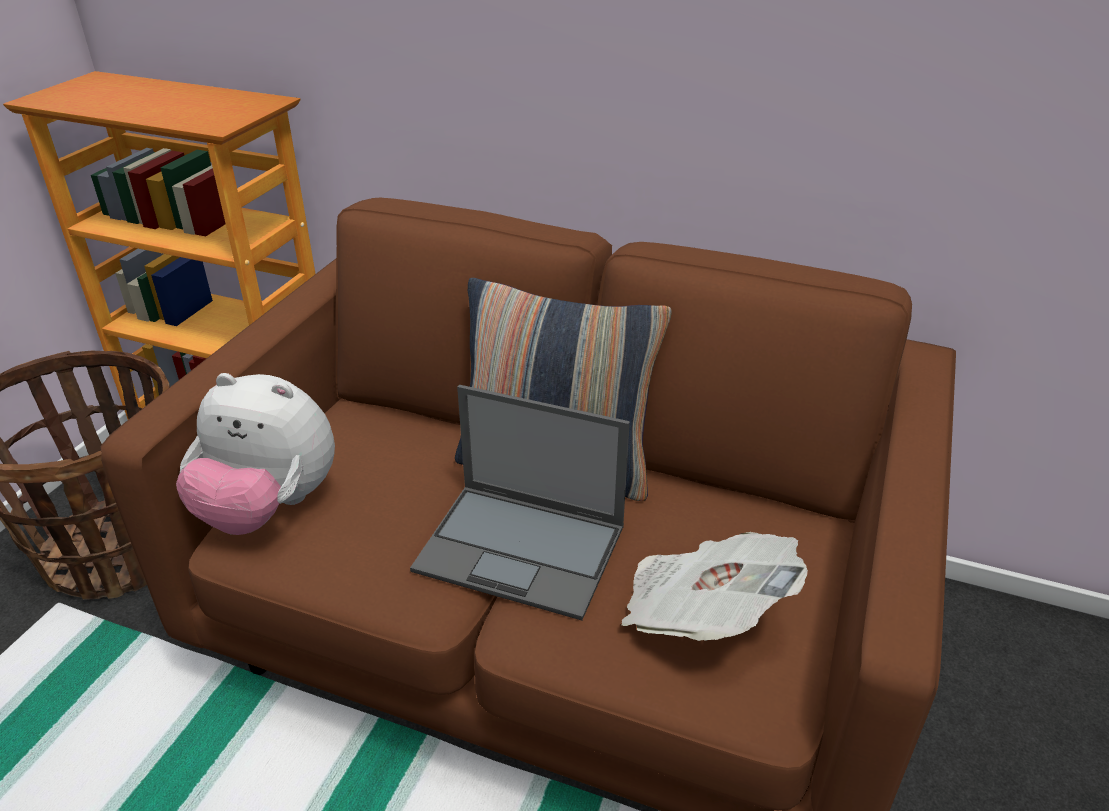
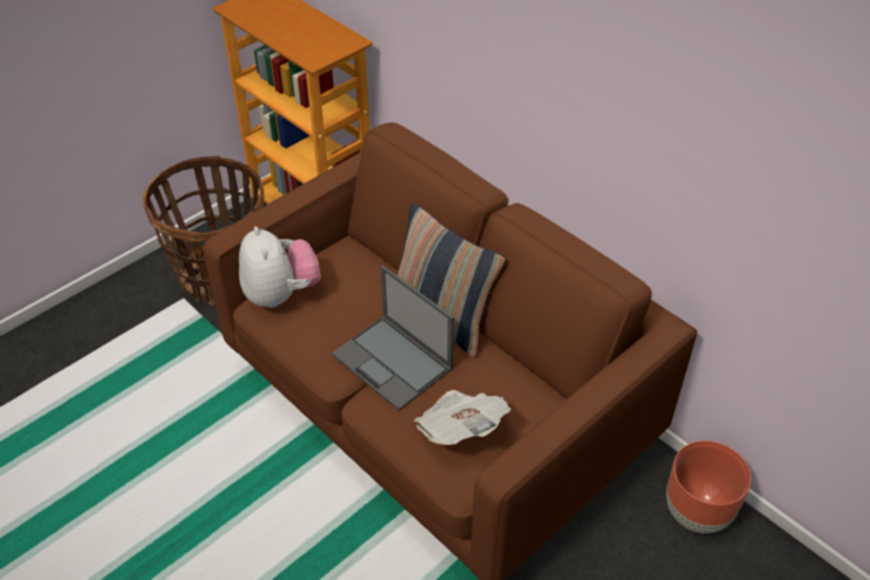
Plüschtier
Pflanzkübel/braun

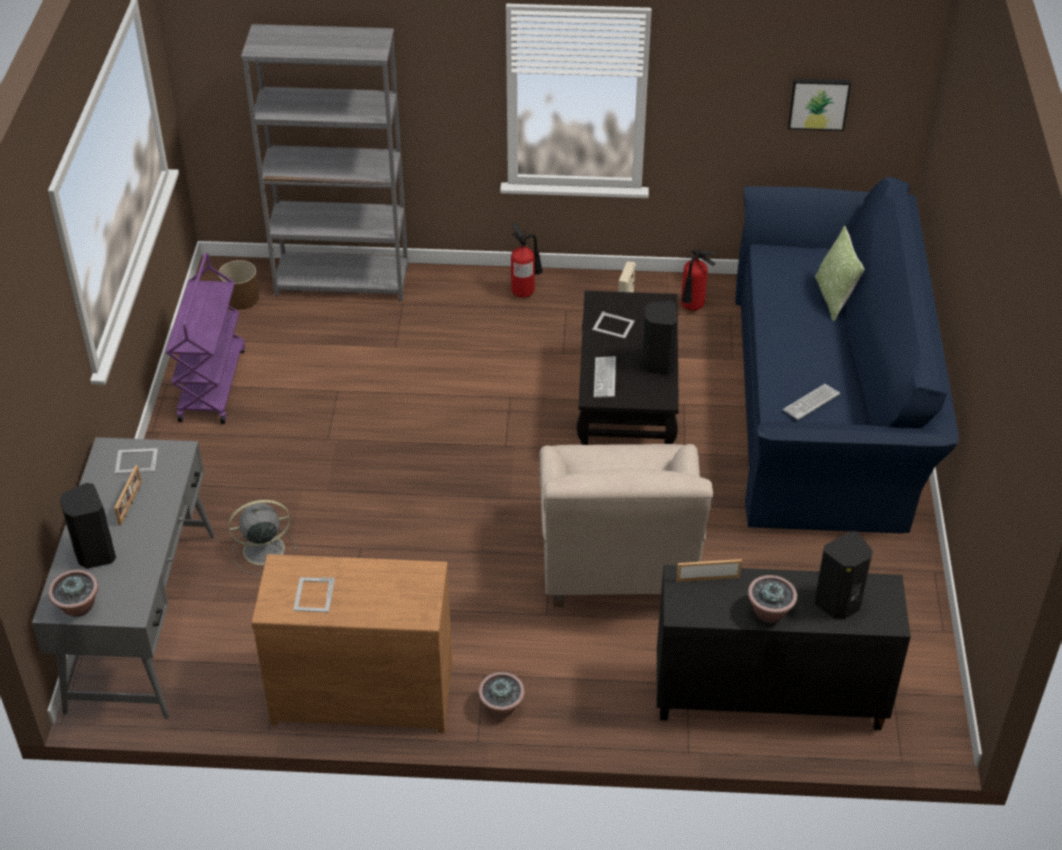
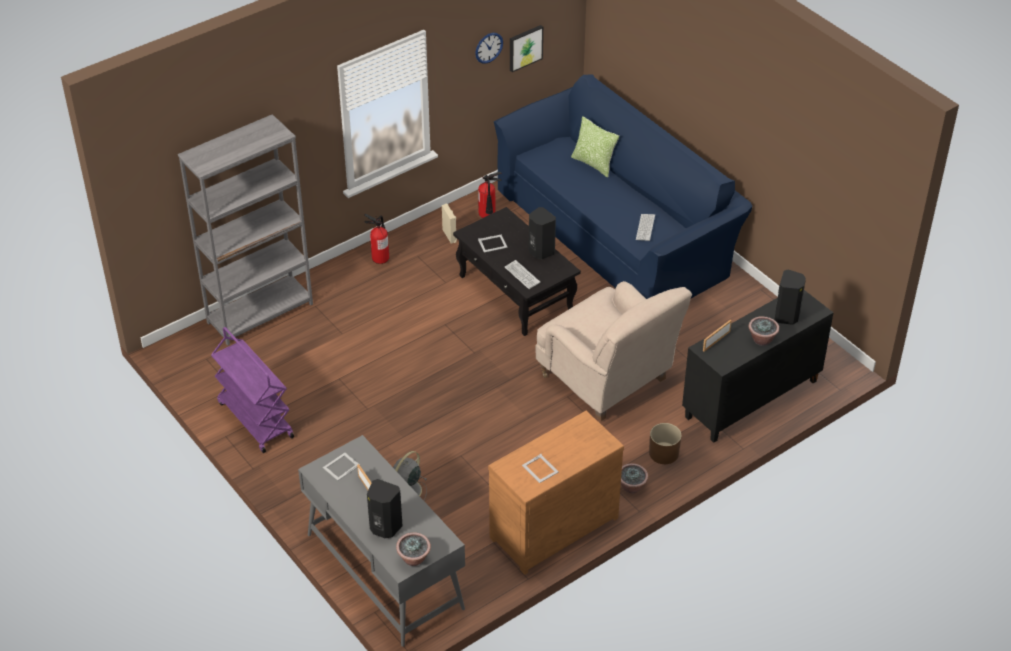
Wanduhr
Pflanzkübel/braun

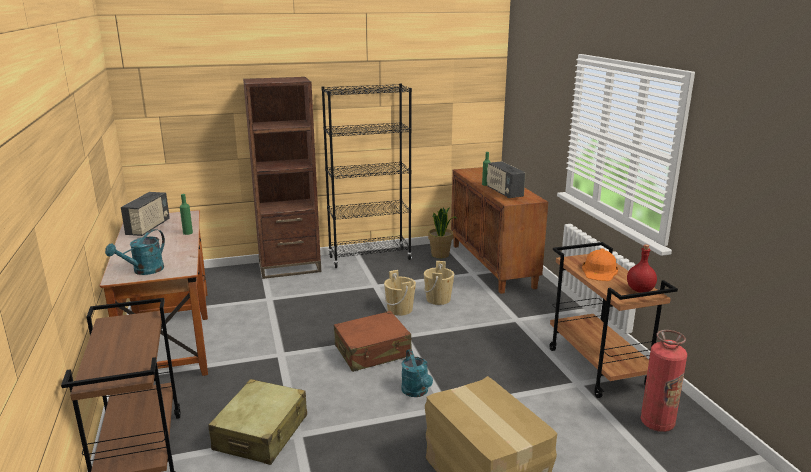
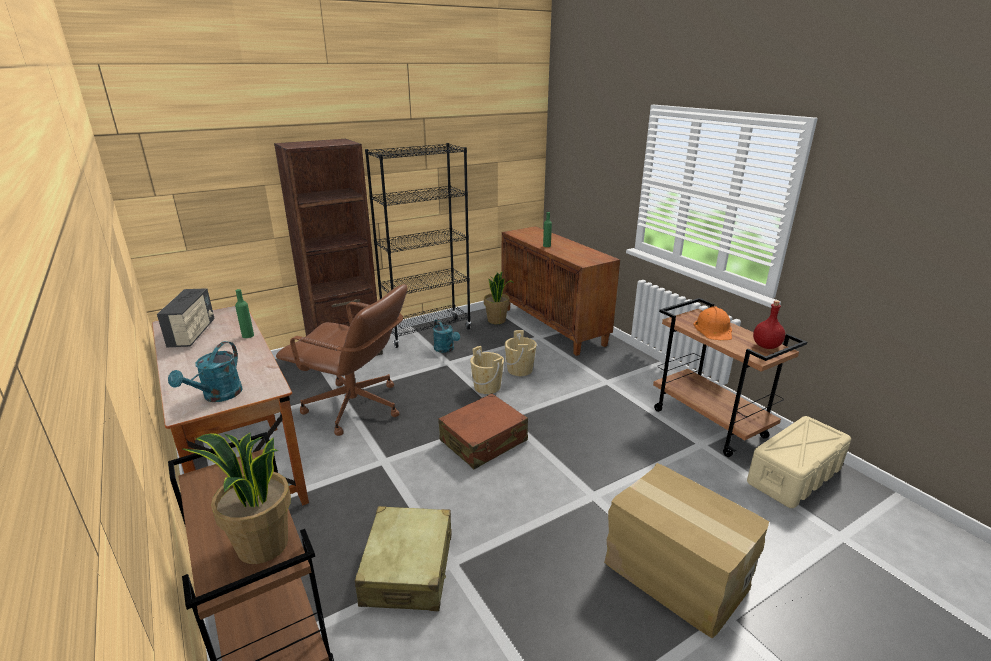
Topfpflanze (no. 1 from left)
Bürostuhl/braun
Gießkanne/türkis (no. 2 from left)
Aufbewahrungsbox/beige
Radio (no. 2 from left in the first image)

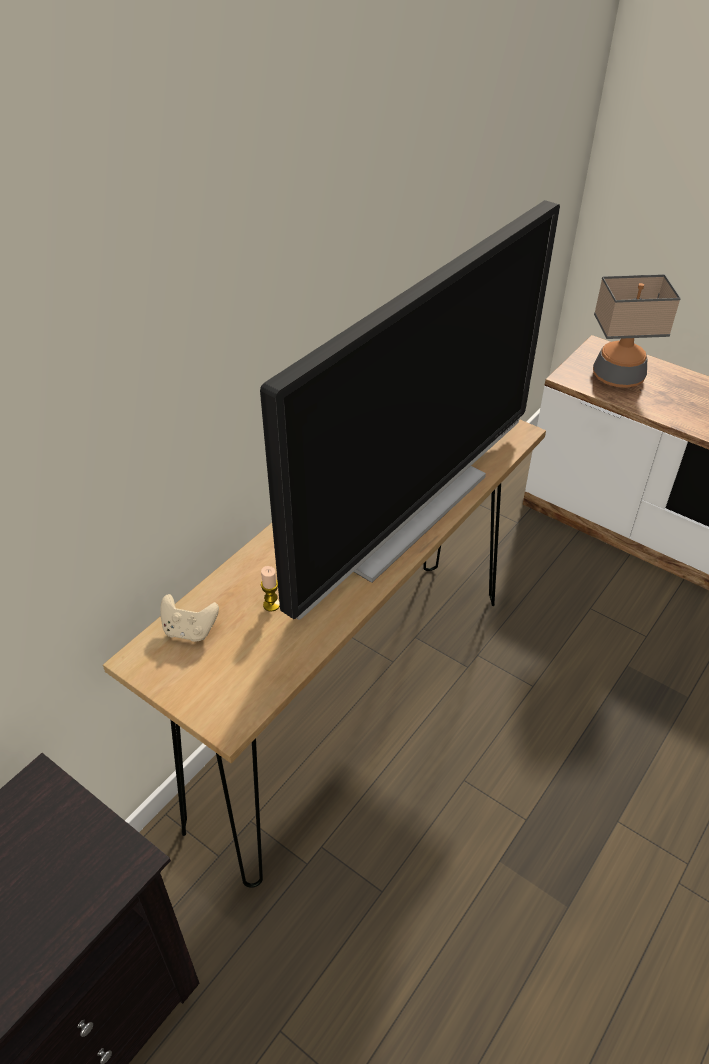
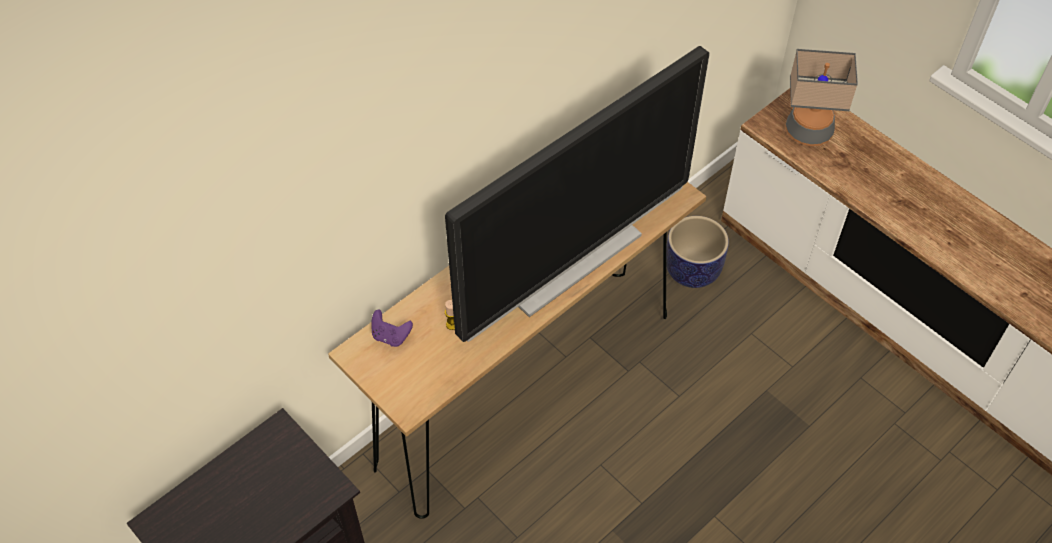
Gamepad/lila
Pflanzkübel

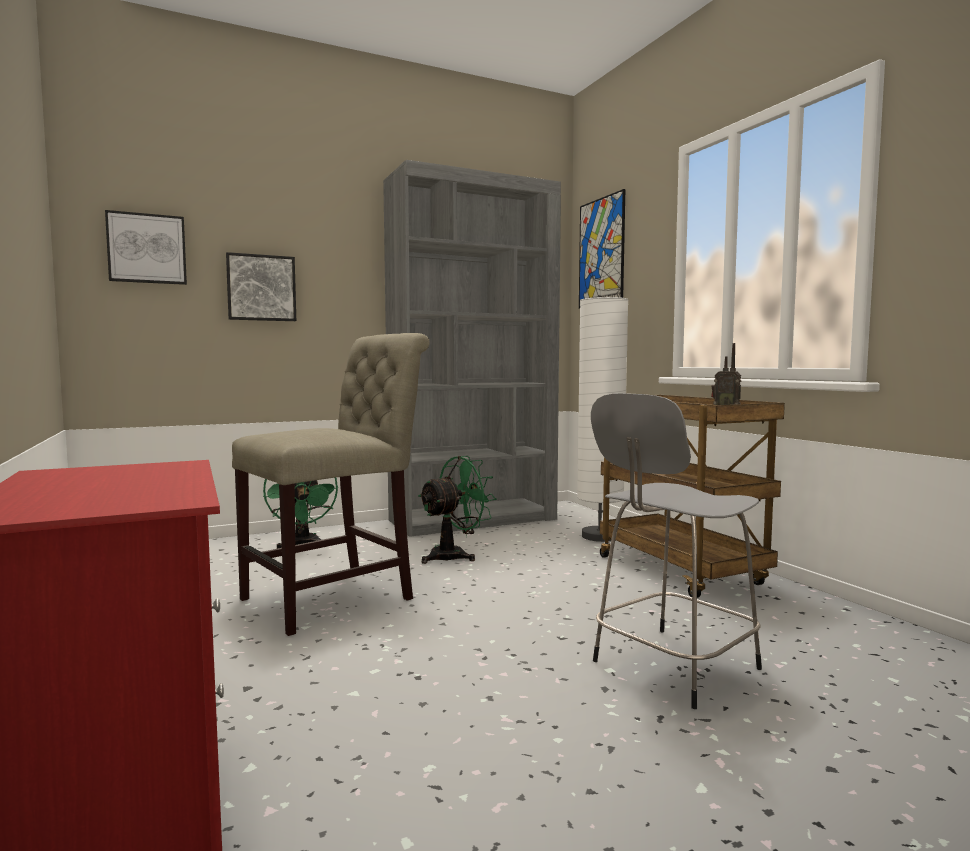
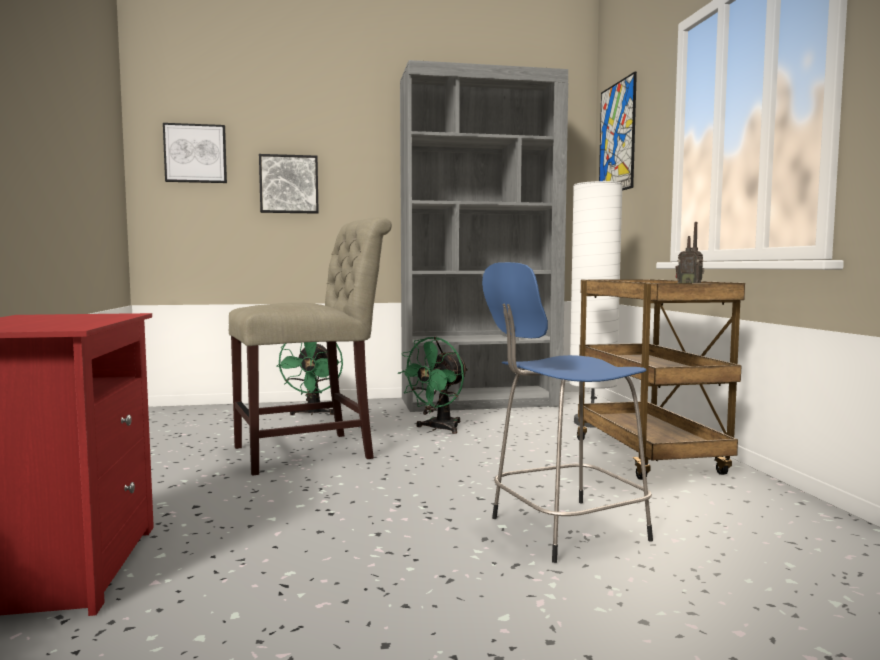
Ventilator/grün (no. 2 from left)
Hocker/blau

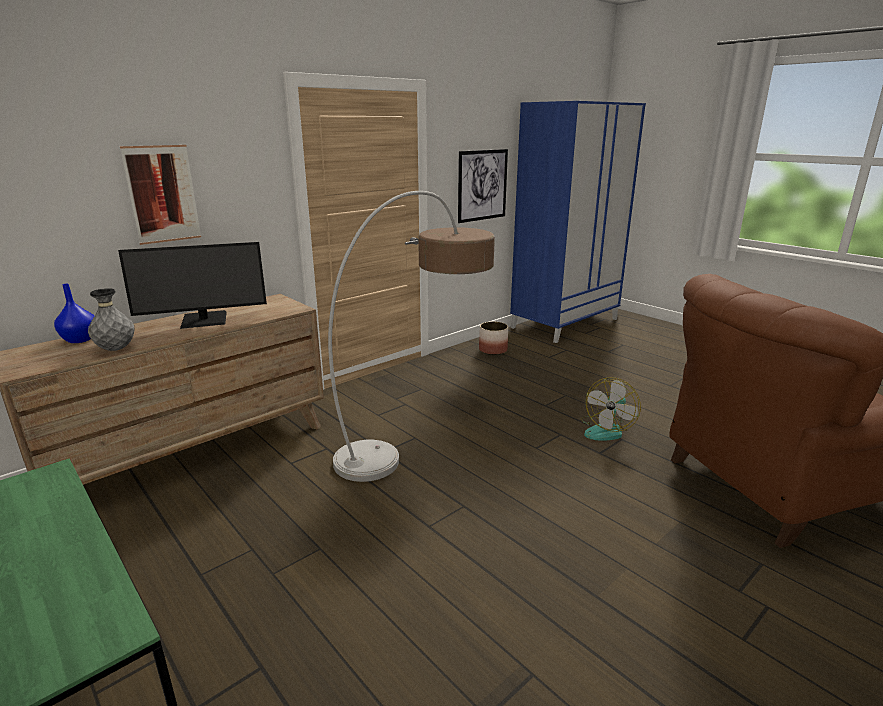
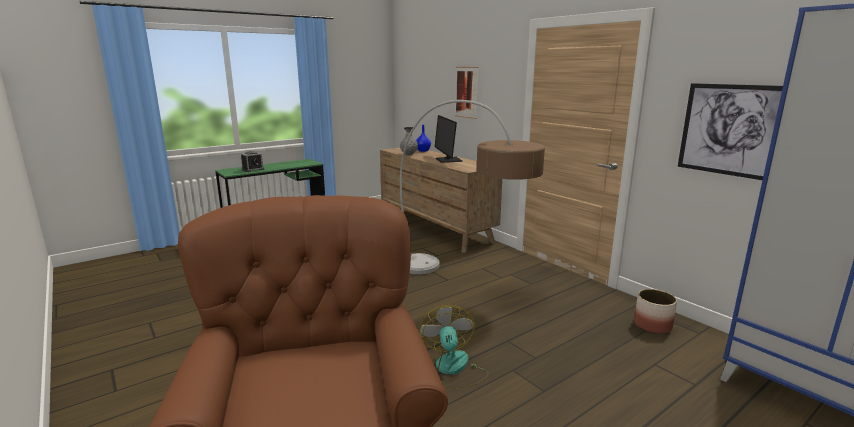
Wecker
Ventilator

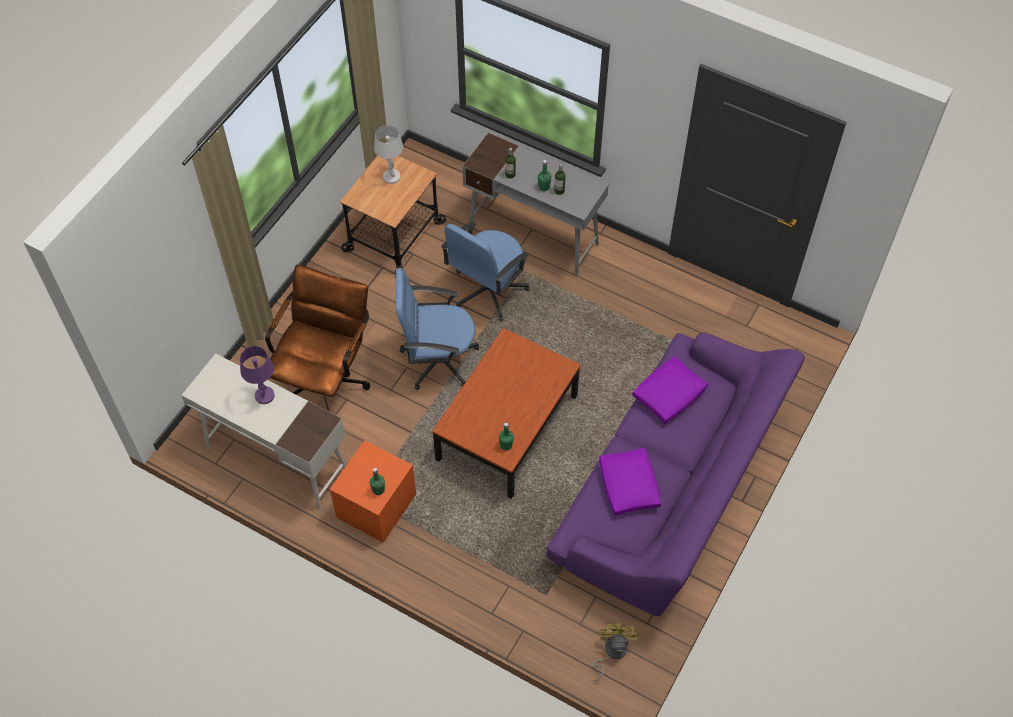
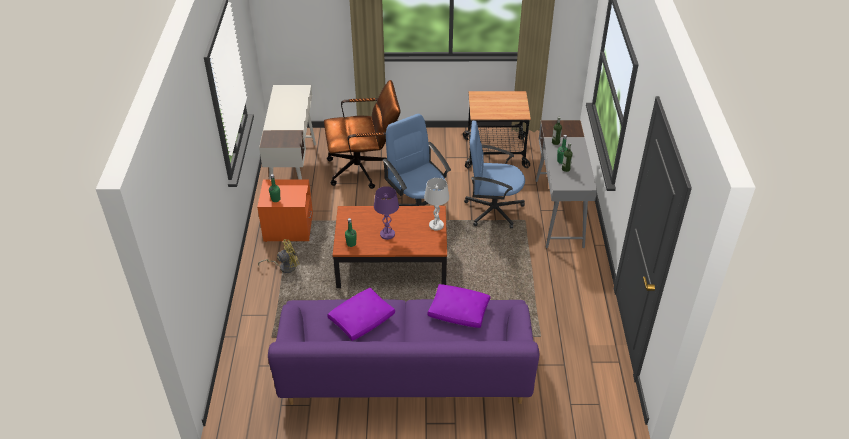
Ventilator/gelb
Tischlampe/lila
Tischlampe/weiß

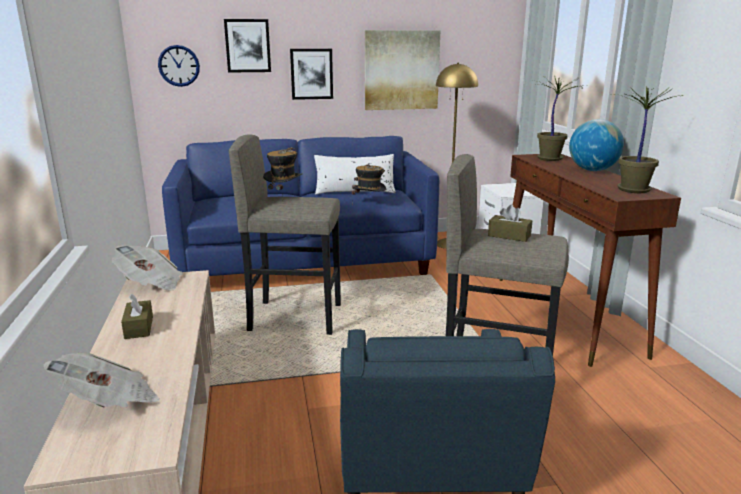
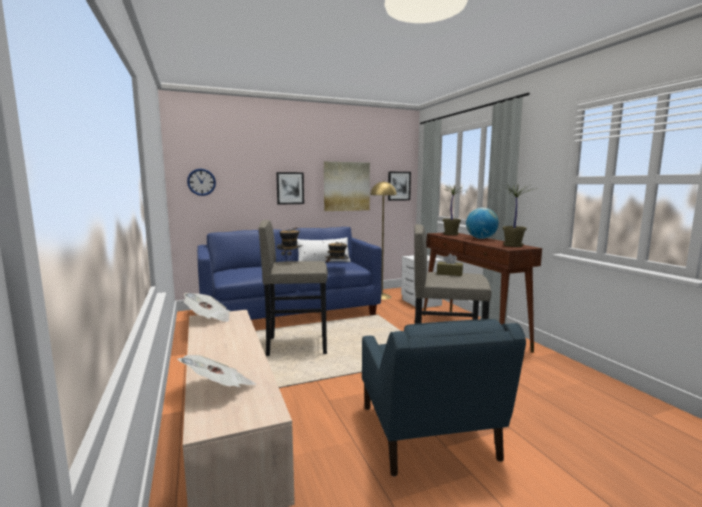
Bild (no. 3 from left)
Taschentuchbox/braun (no. 1 from left in the first image)

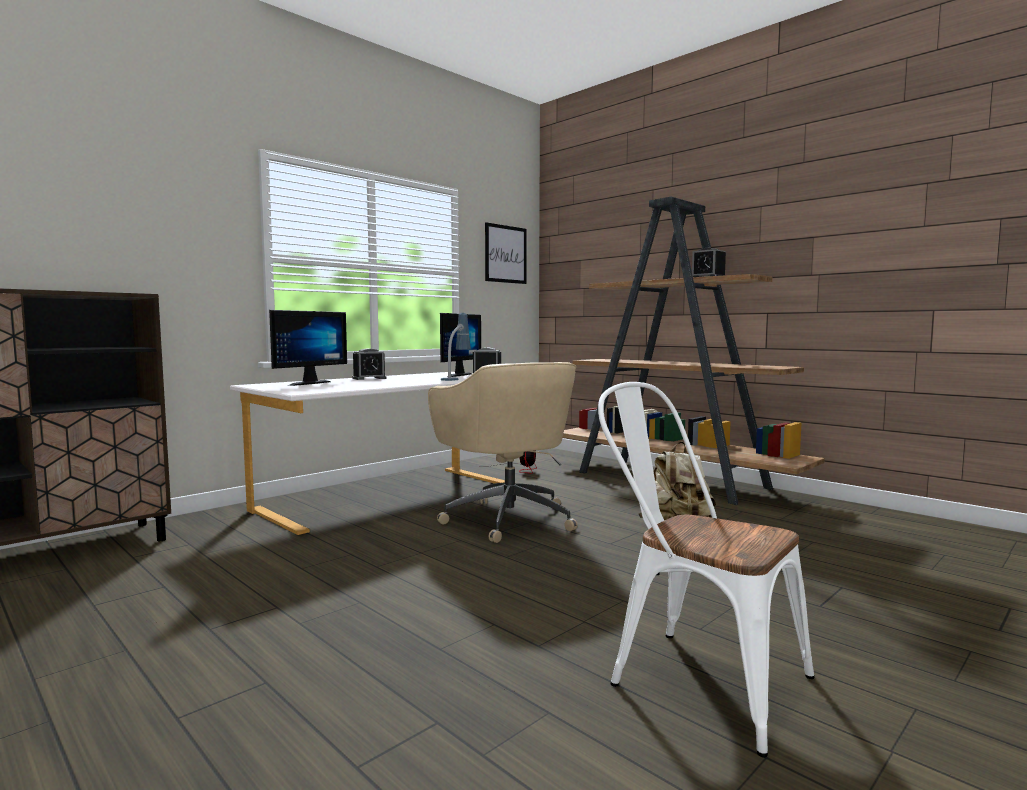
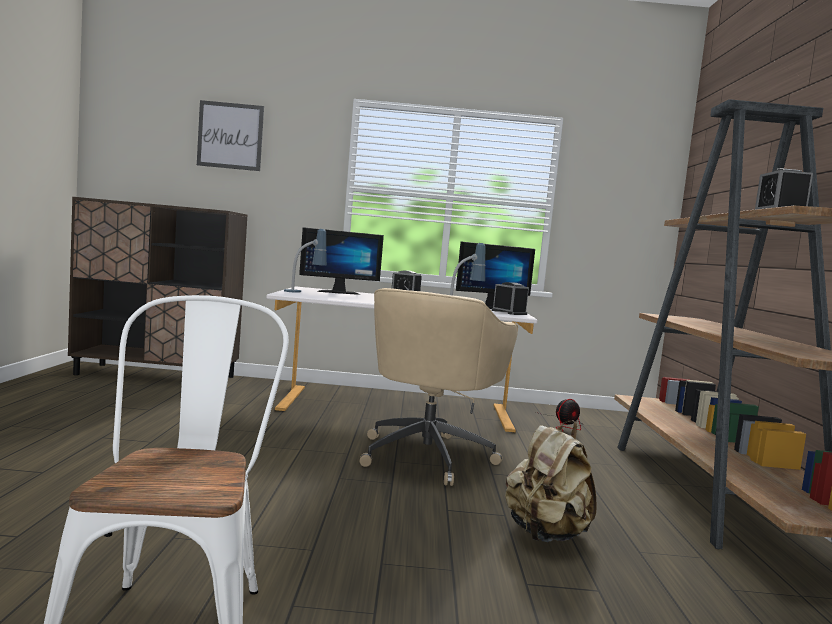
Bild
Tischlampe (no. 1 from left)

